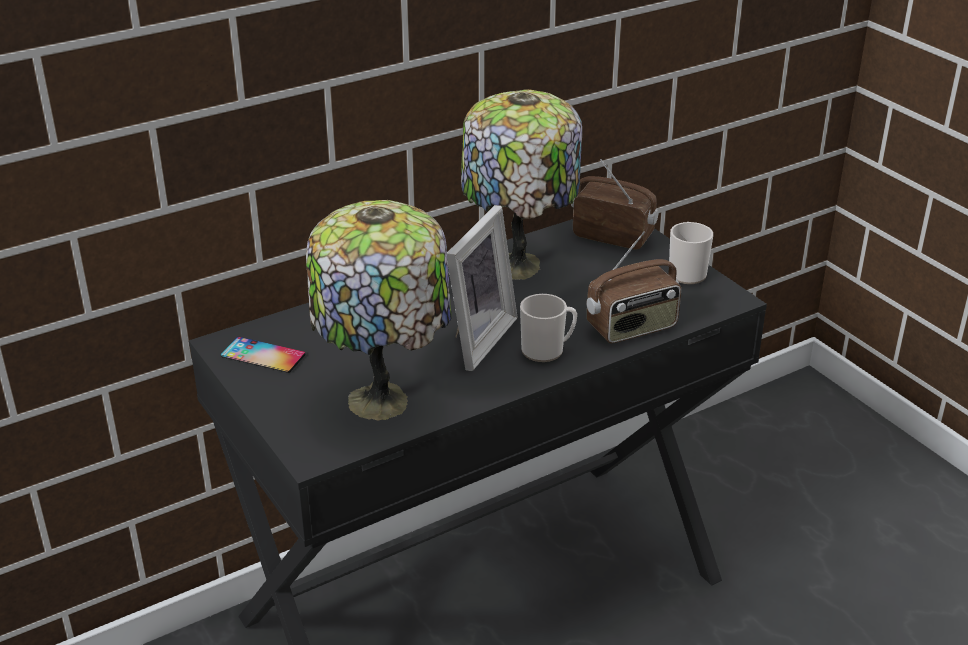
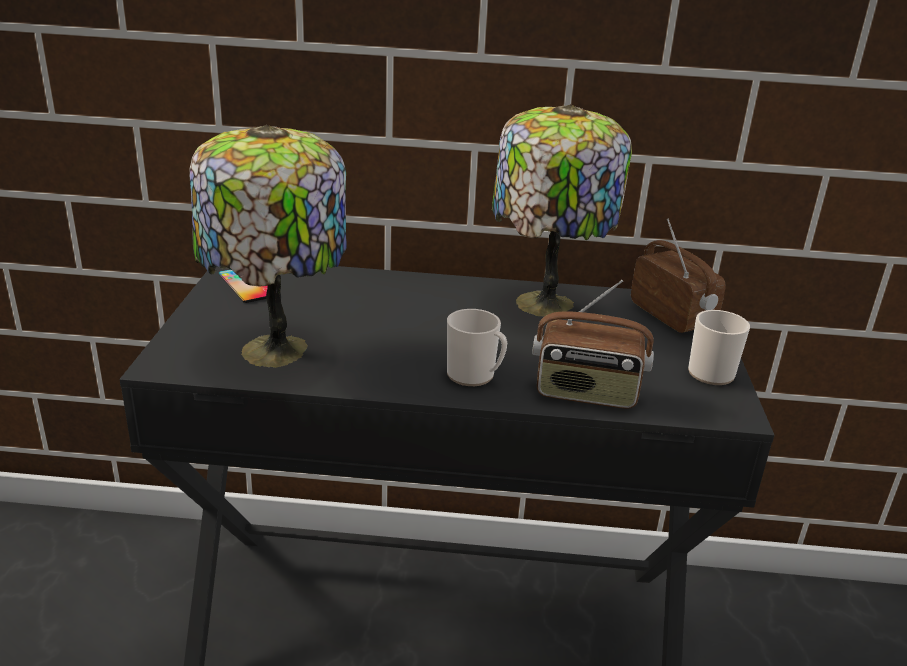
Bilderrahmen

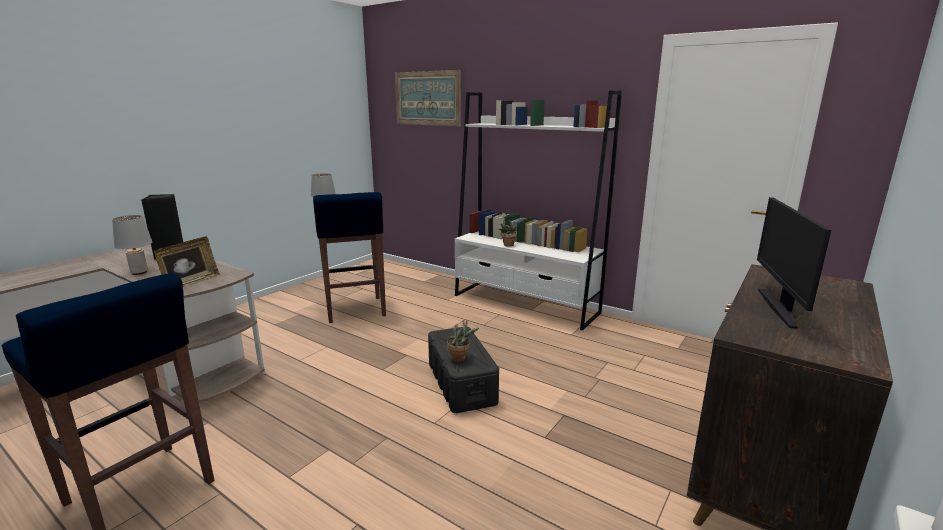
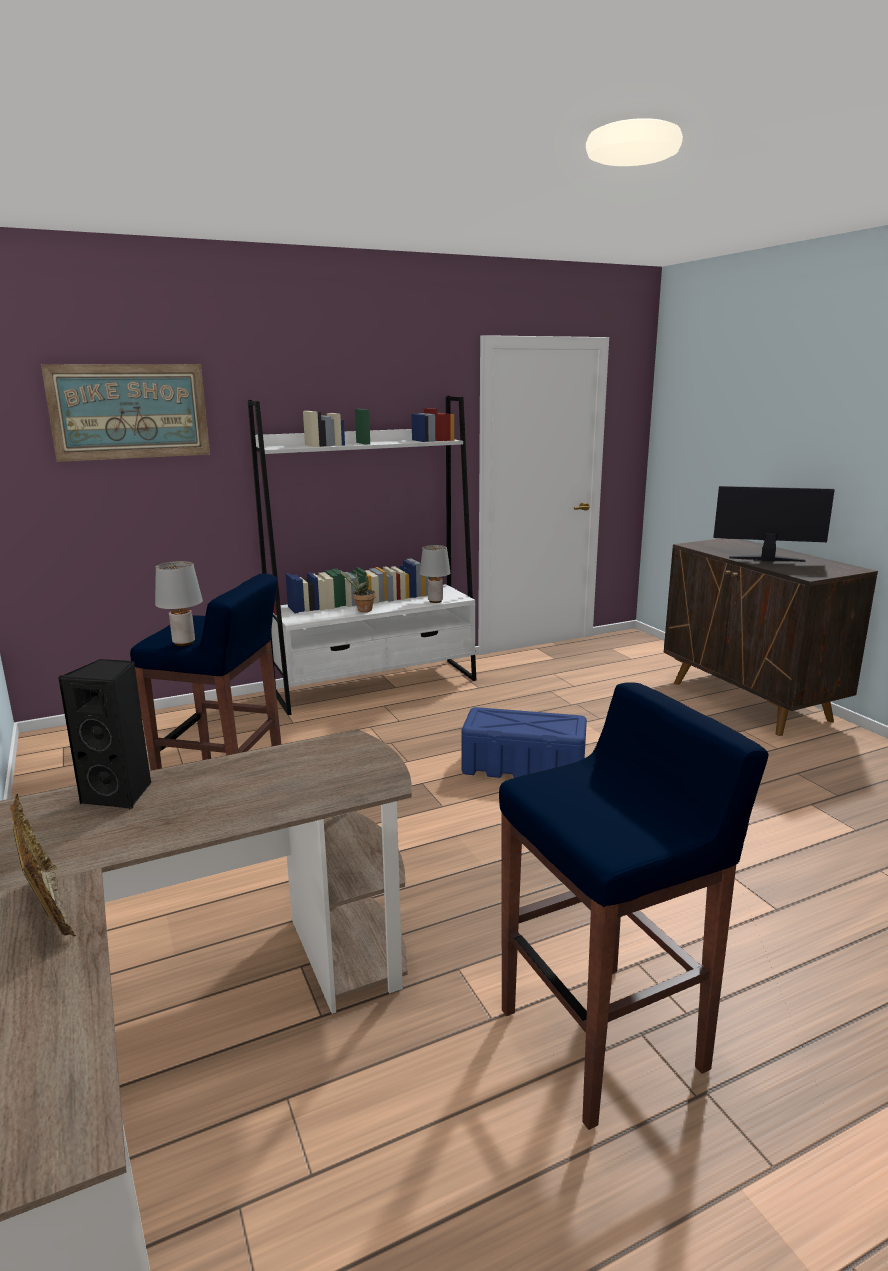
Bilderrahmen
Tischlampe/grau (no. 2 from left)
Aufbewahrungsbox/blau
Monitor
Topfpflanze (no. 1 from left in the first image)

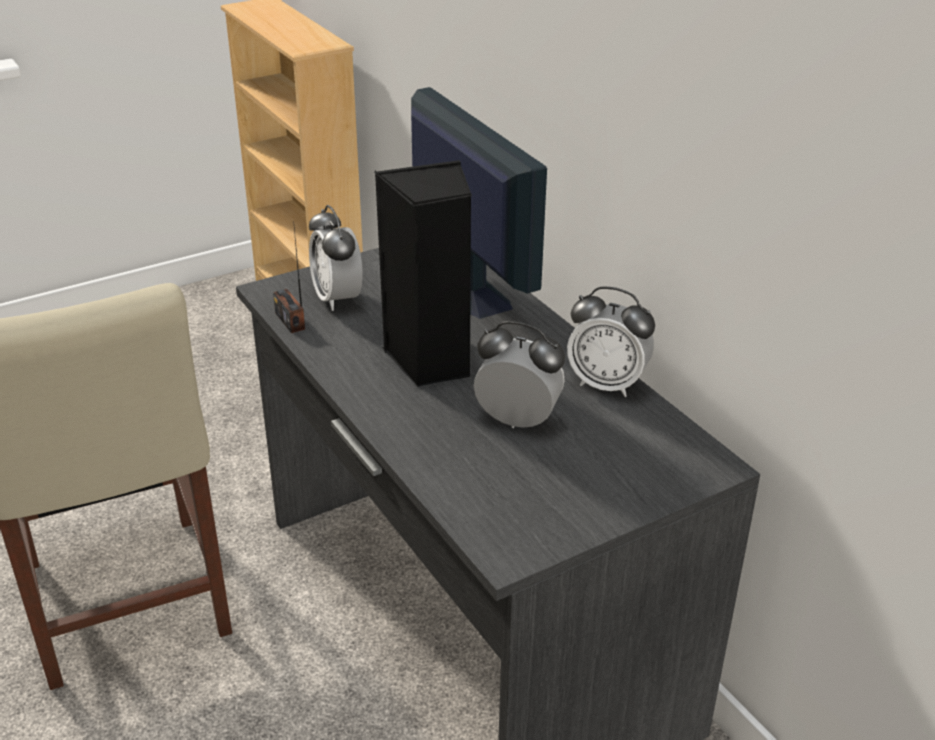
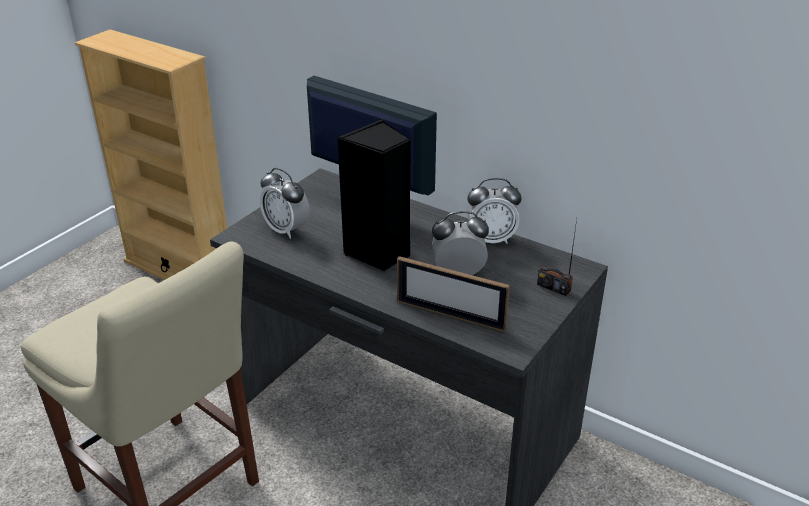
Bilderrahmen
Radio

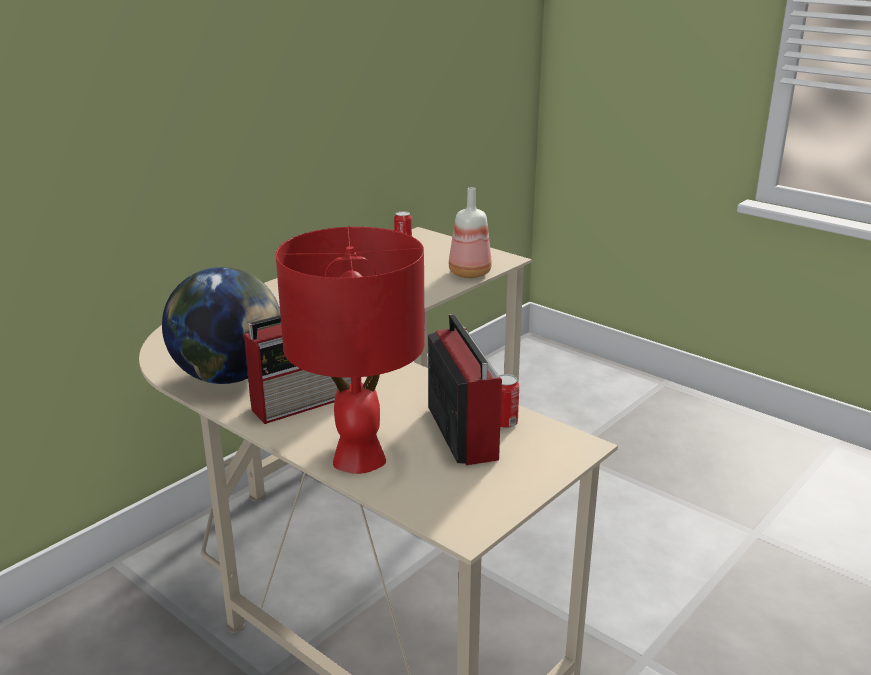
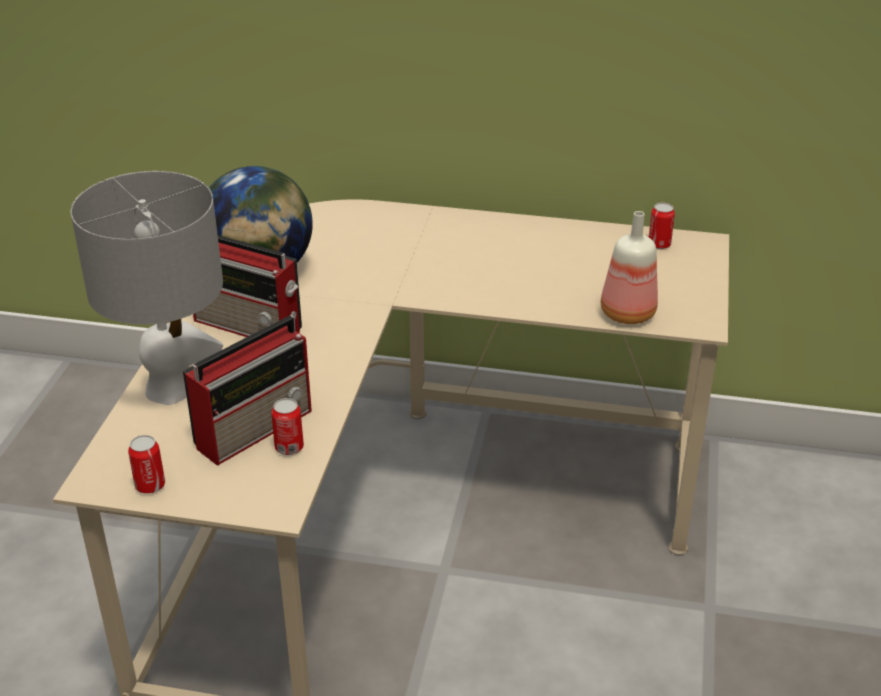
Tischlampe/grau
Dose (no. 1 from left)

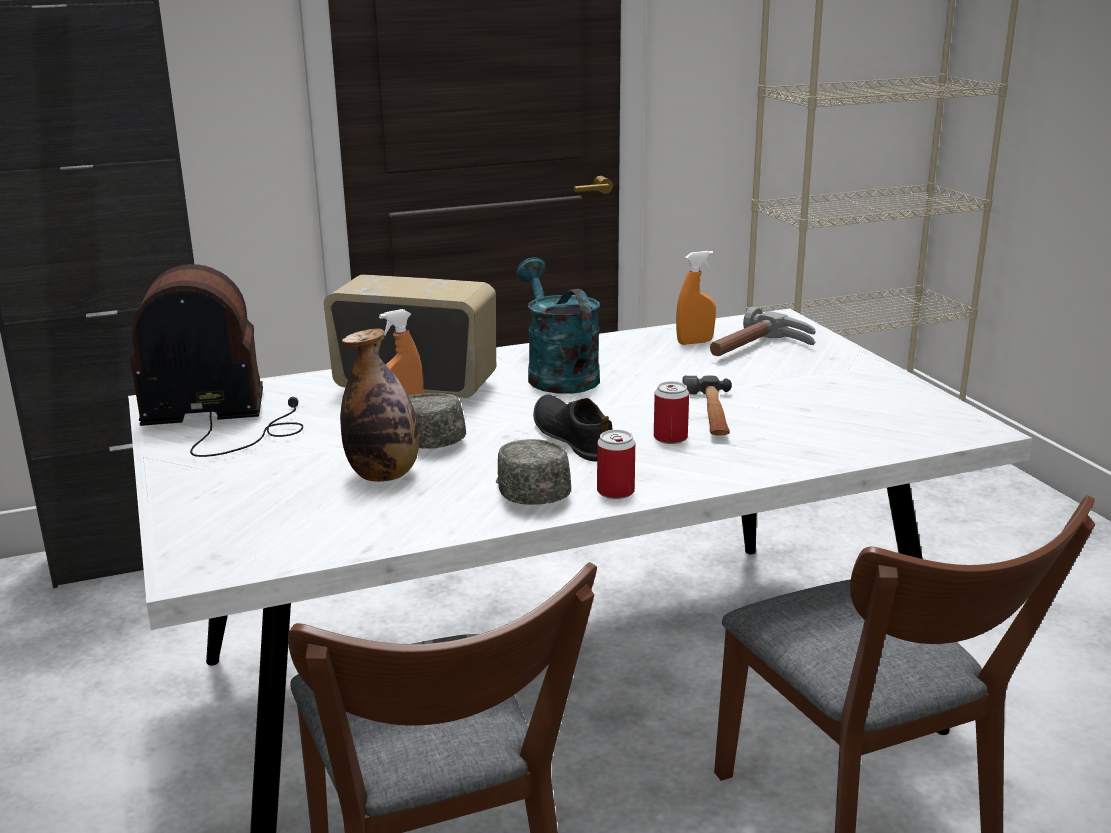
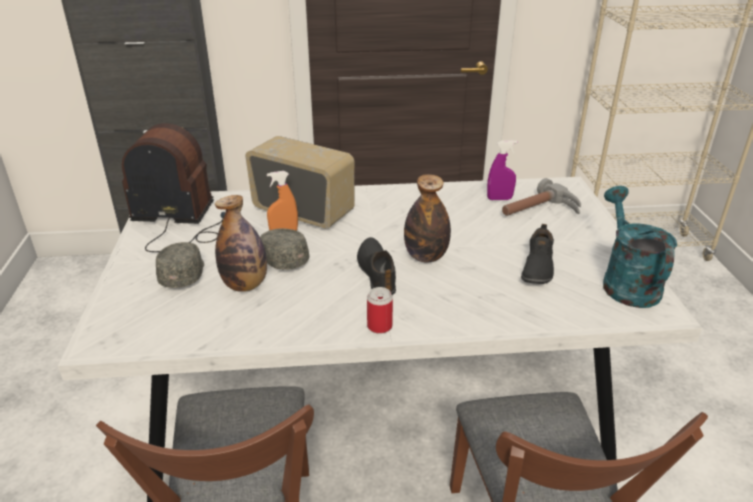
Kappe/grau (no. 1 from left)
Flasche (no. 2 from left)
Sprühflasche/lila
Schuh/schwarz (no. 2 from left)
Gießkanne/türkis
Dose (no. 2 from left in the first image)
Hammer (no. 1 from left in the first image)

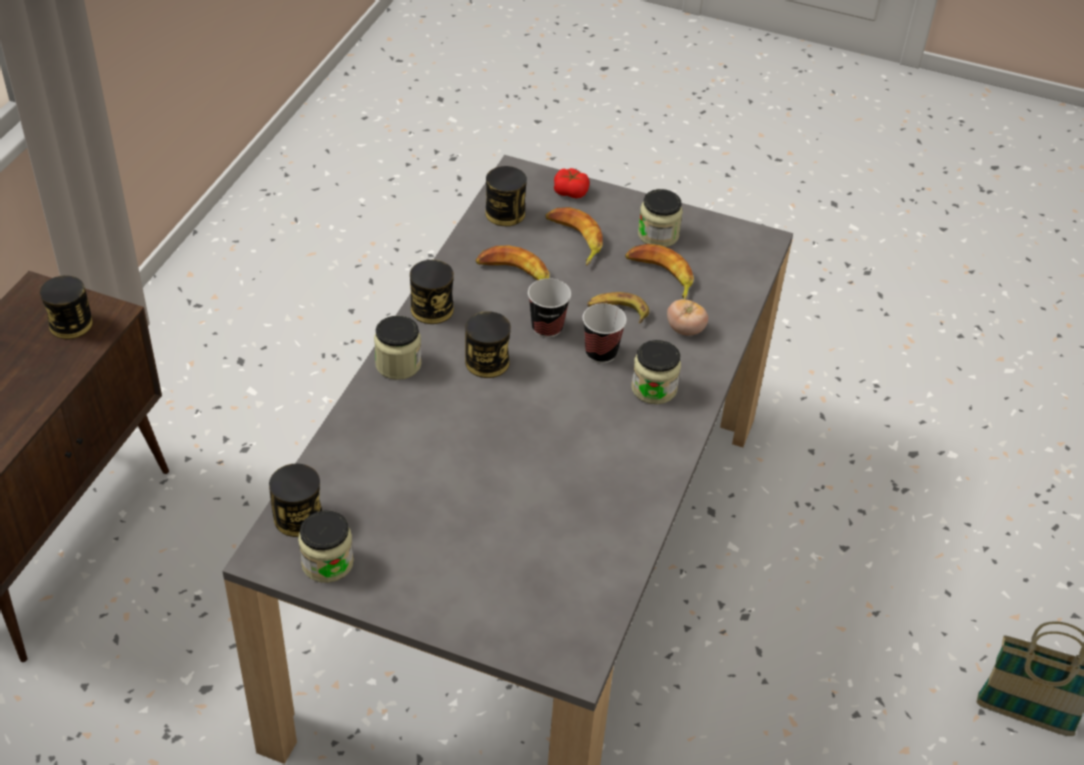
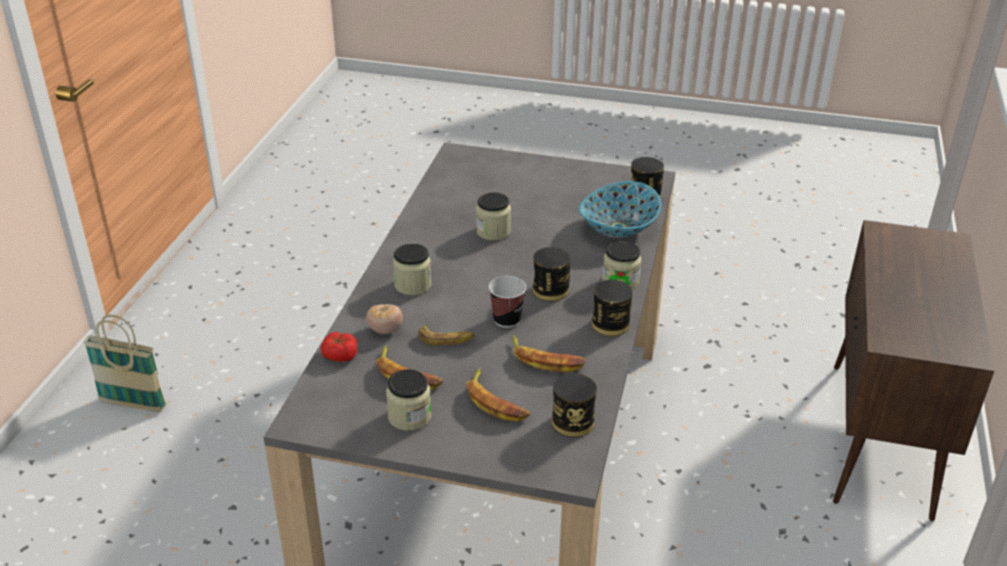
Tomate (no. 1 from left)
Vorratsglas (no. 3 from left)
Schüssel
Dose (no. 1 from left in the first image)
Tasse (no. 2 from left in the first image)

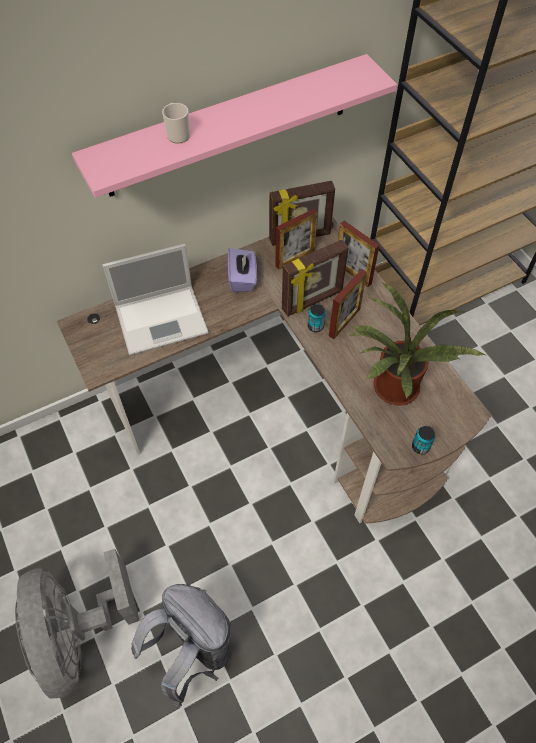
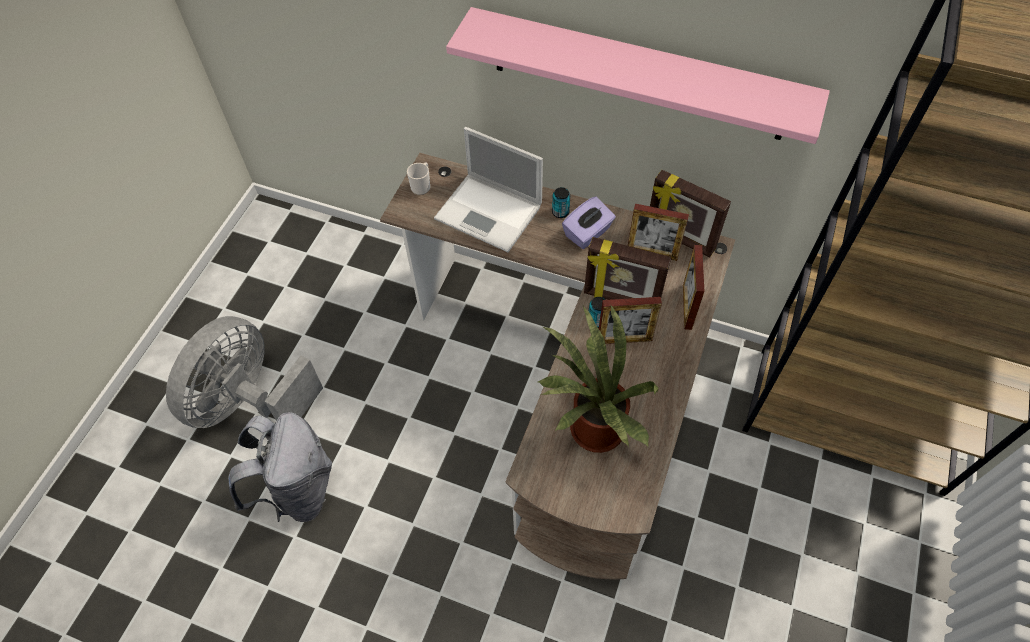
Henkelbecher
Dose (no. 1 from left)

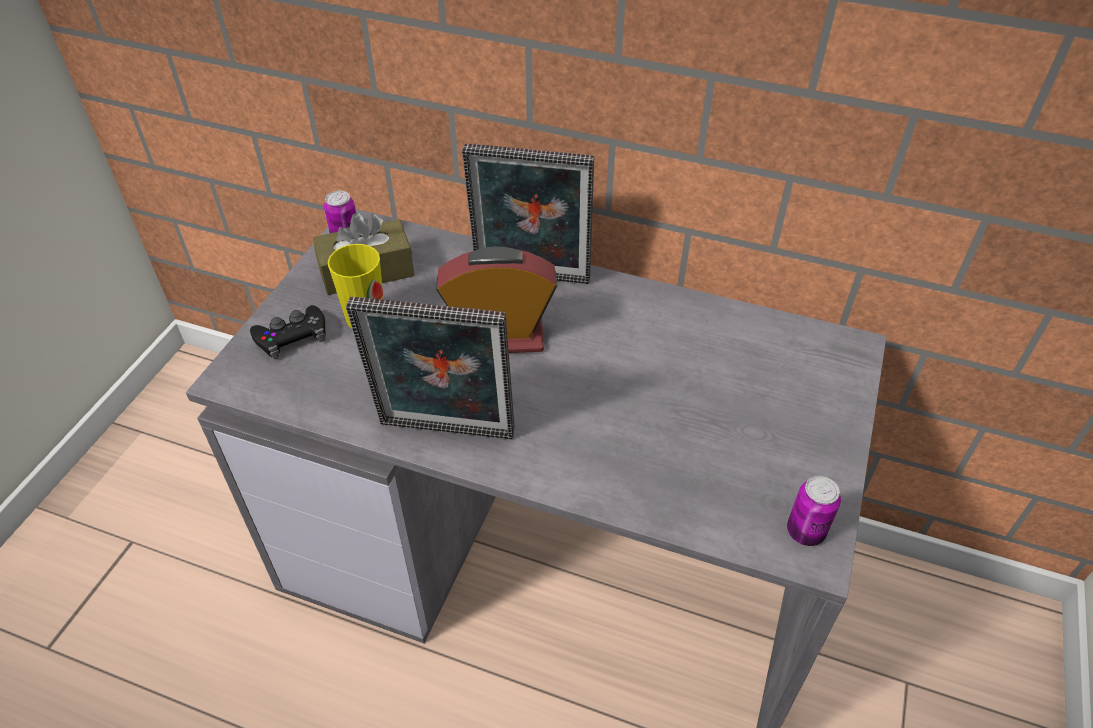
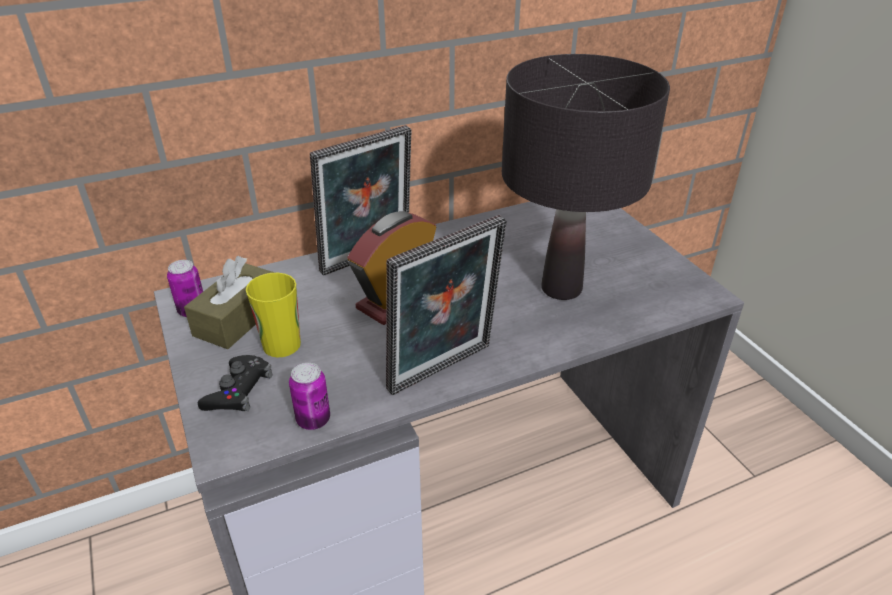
Dose (no. 2 from left)
Tischlampe/schwarz

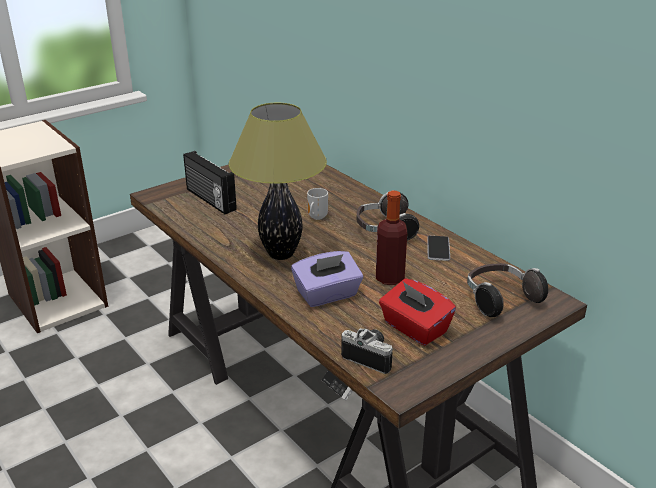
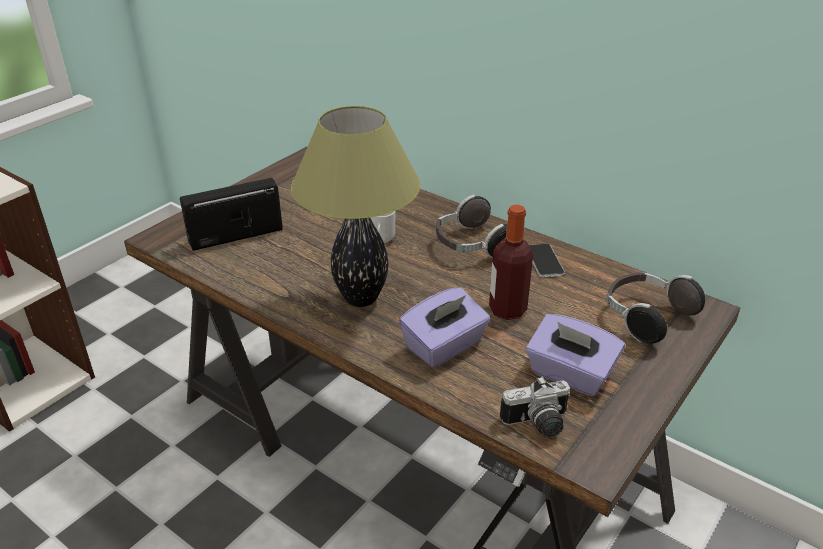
Radio
Kamera
Taschentuchbox/lila (no. 2 from left)

